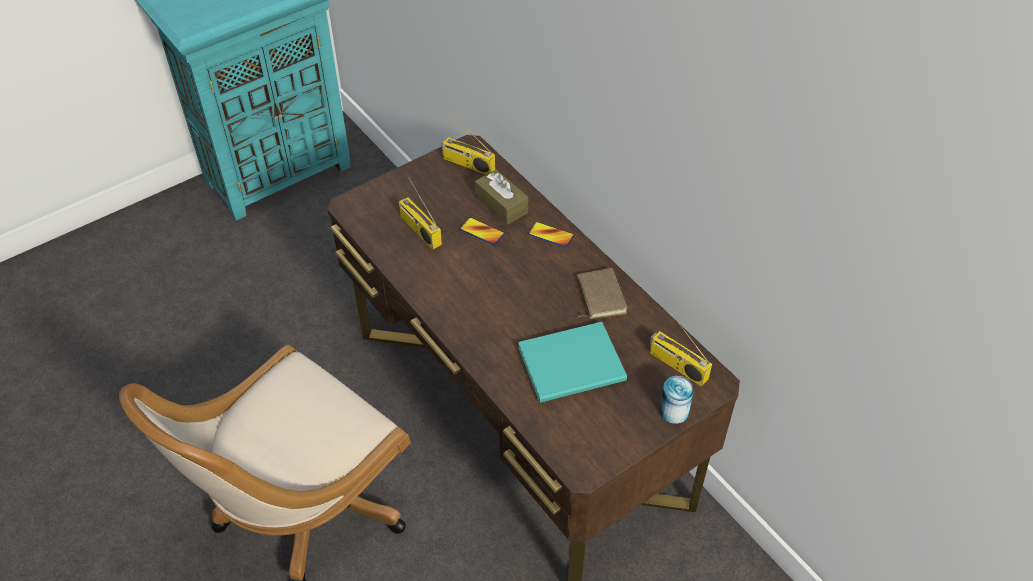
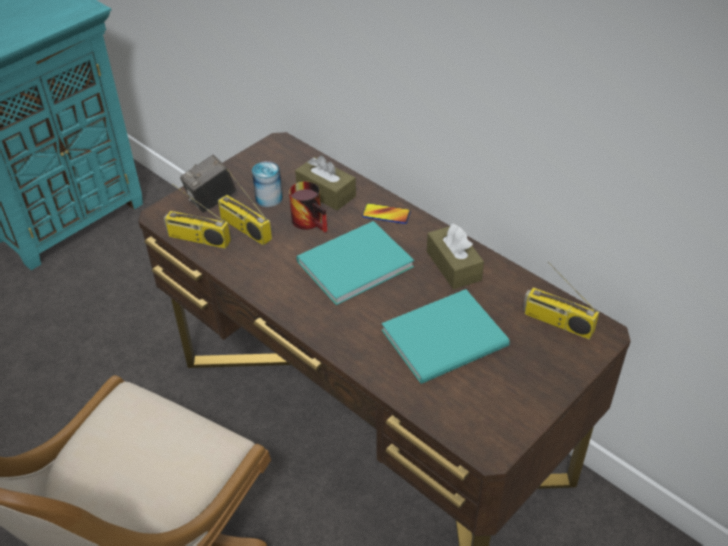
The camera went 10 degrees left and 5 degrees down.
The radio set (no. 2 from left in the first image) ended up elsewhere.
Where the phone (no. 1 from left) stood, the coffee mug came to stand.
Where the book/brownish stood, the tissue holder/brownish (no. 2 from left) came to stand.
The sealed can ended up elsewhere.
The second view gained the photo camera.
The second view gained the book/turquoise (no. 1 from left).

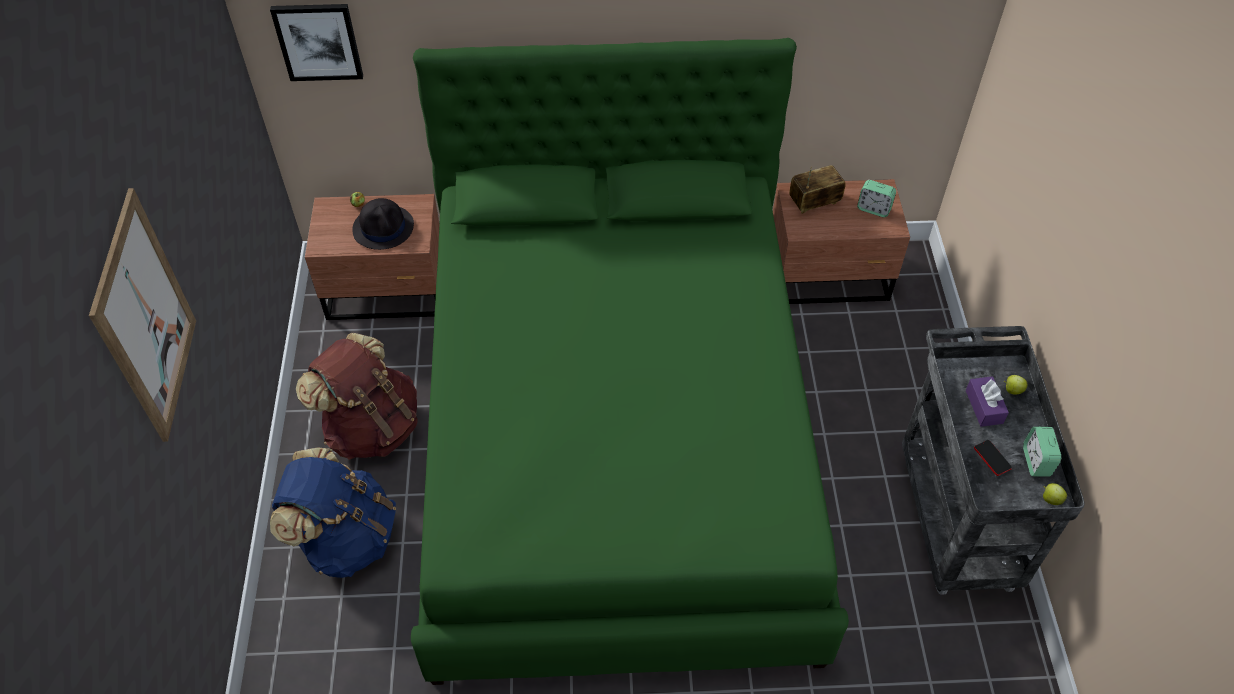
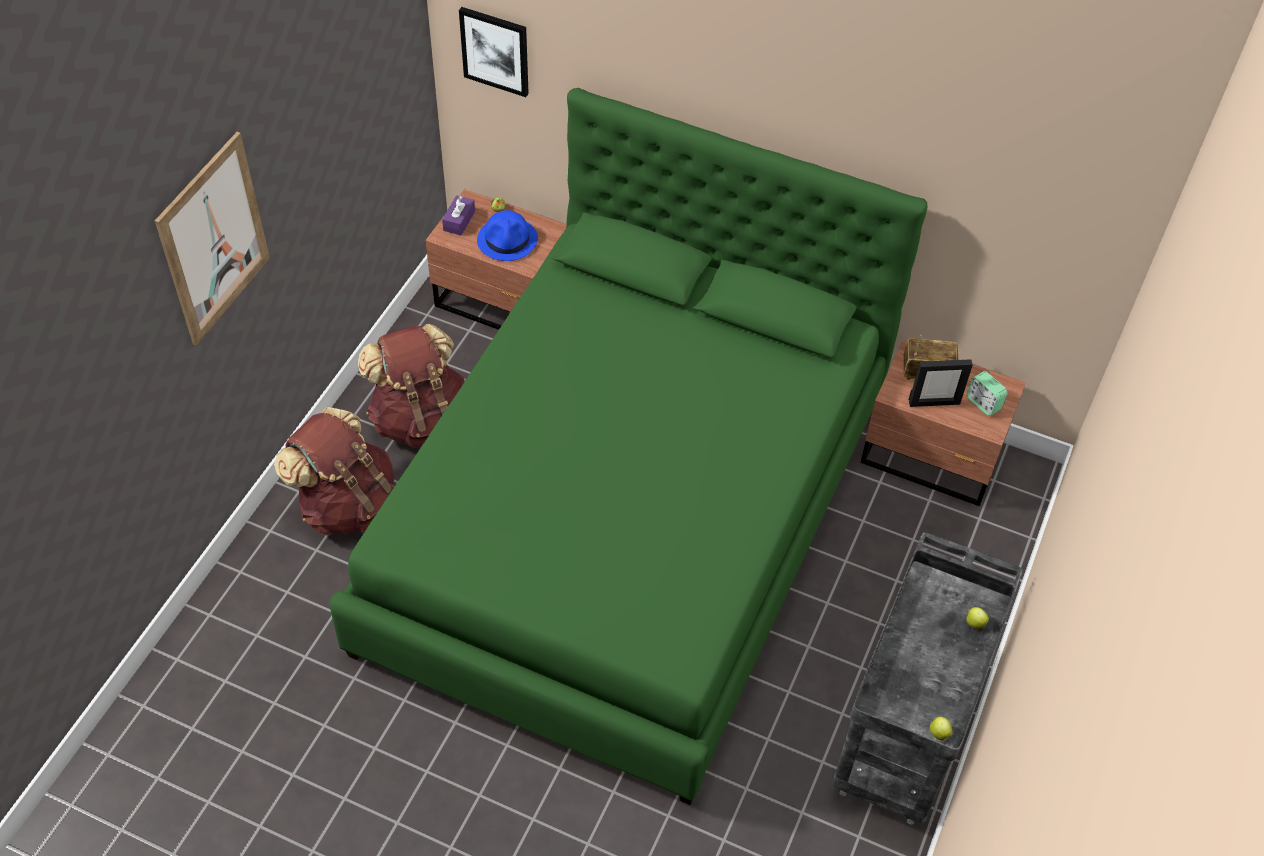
The camera went 25 degrees right and 0 degrees up.
What was the knapsack/bluish turned into the knapsack/brownish (no. 1 from left).
What was the hat/black turned into the hat/bluish.
The tissue holder/purplish ended up elsewhere.
The second view lost the phone.
The second view lost the alarm clock (no. 2 from left).
The second view gained the standing frame.

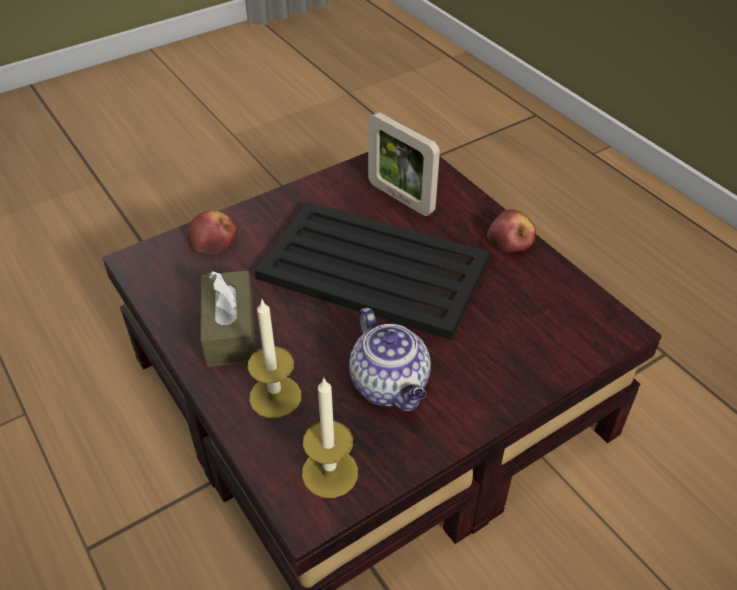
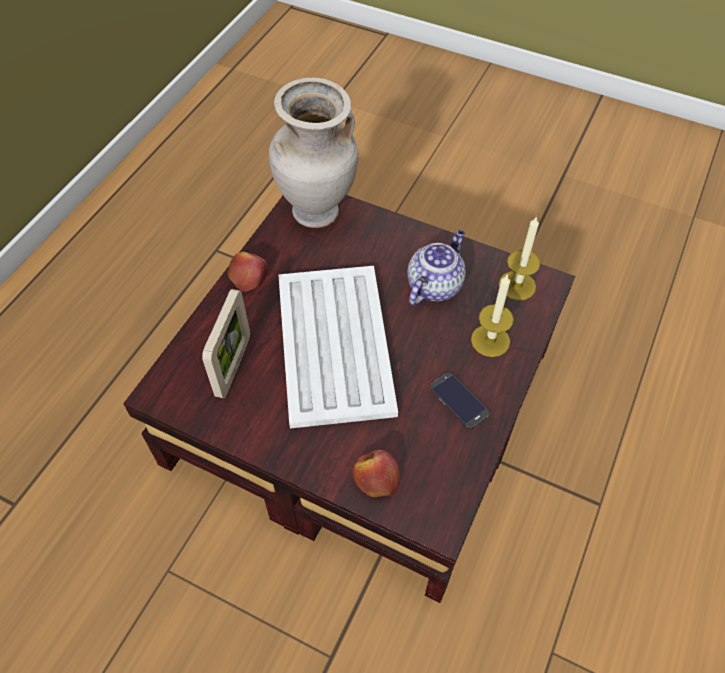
The camera went 120 degrees left and 10 degrees up.
Where the tissue holder/brownish stood, the phone came to stand.
What was the carrying tray/black turned into the carrying tray/whitish.
The second view gained the decorative vase/beige.

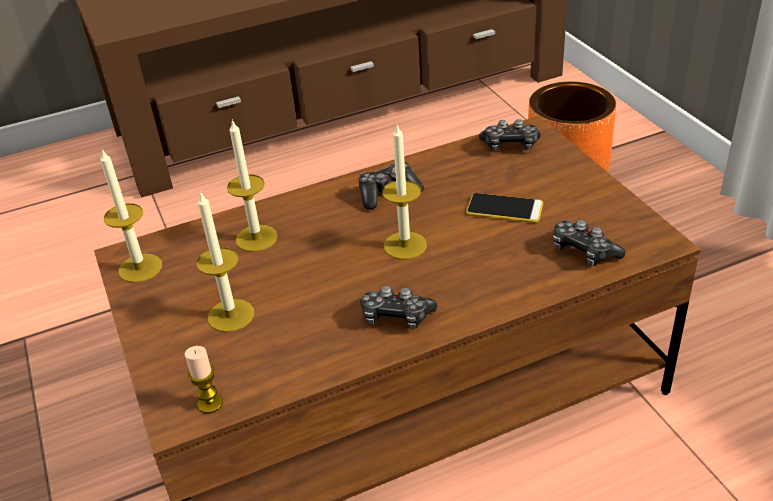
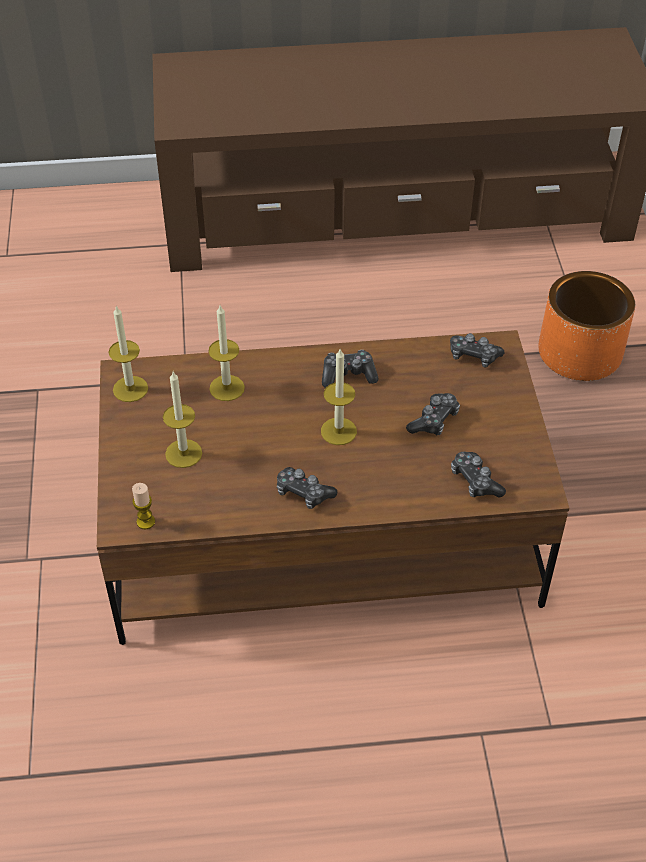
The camera went 15 degrees right and 10 degrees up.
Where the phone stood, the gamepad (no. 3 from left) came to stand.

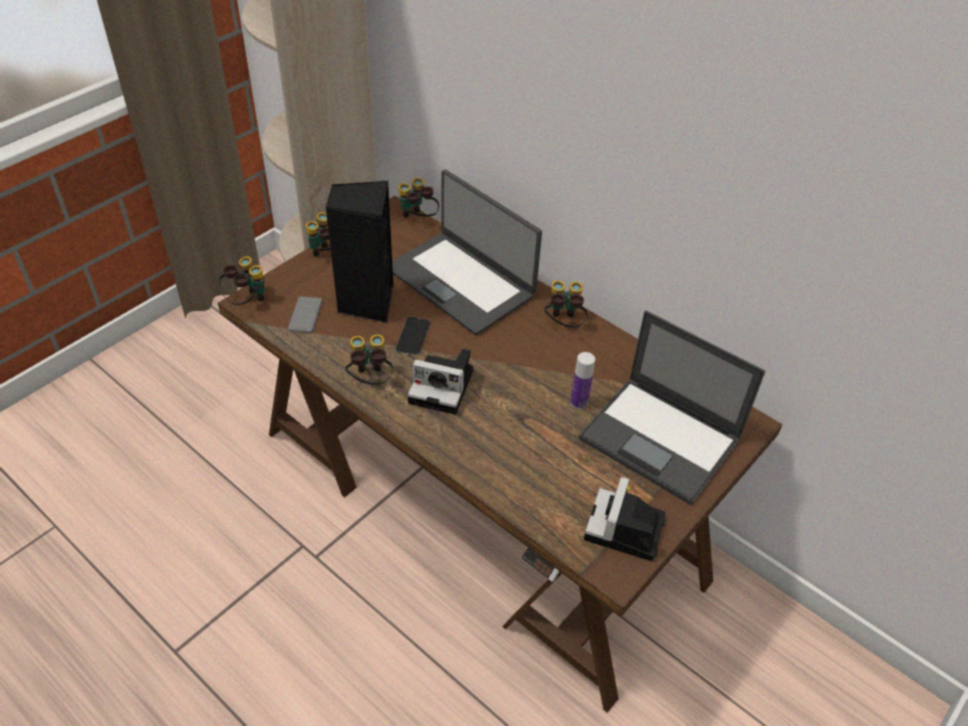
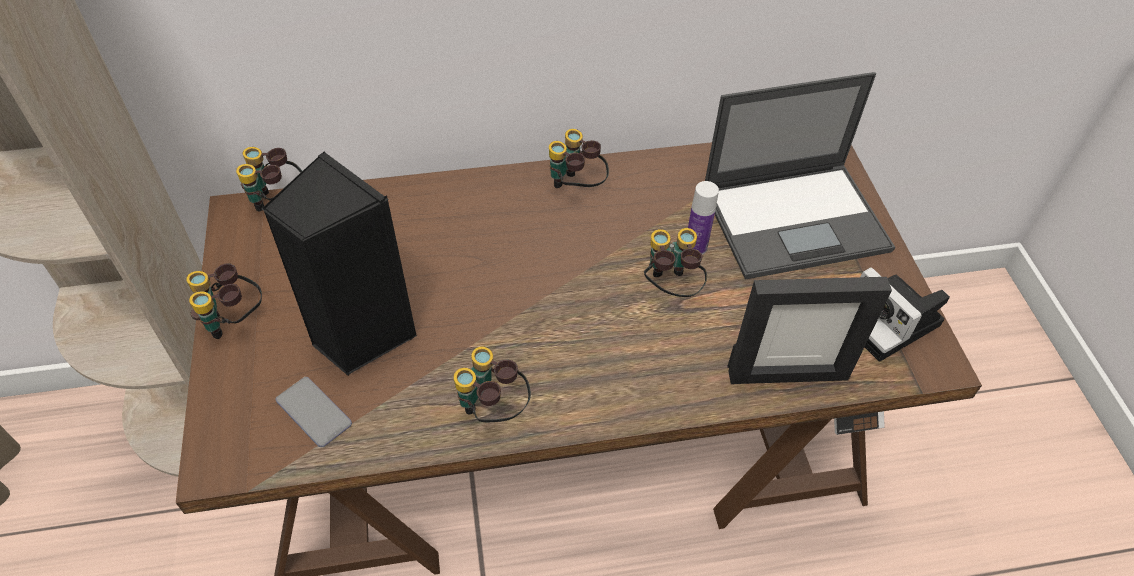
The camera went 50 degrees left and 5 degrees up.
The binoculars (no. 1 from left in the first image) ended up elsewhere.
The second view lost the portable computer (no. 1 from left).
The second view lost the phone (no. 2 from left).
The second view lost the photo camera (no. 1 from left).
The second view gained the standing frame.

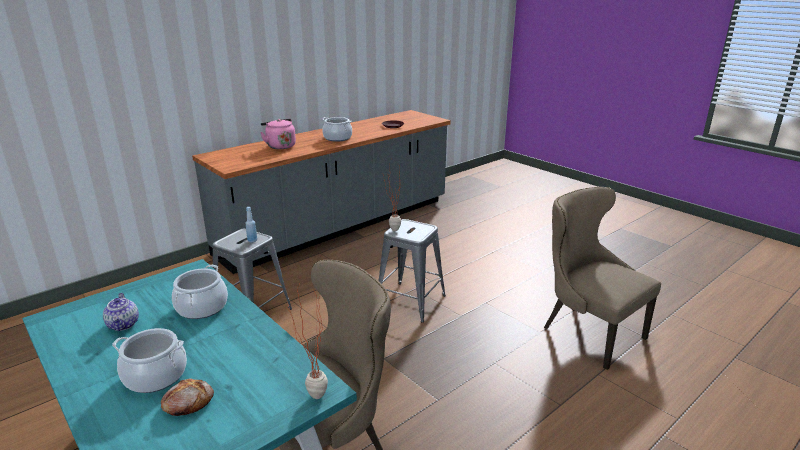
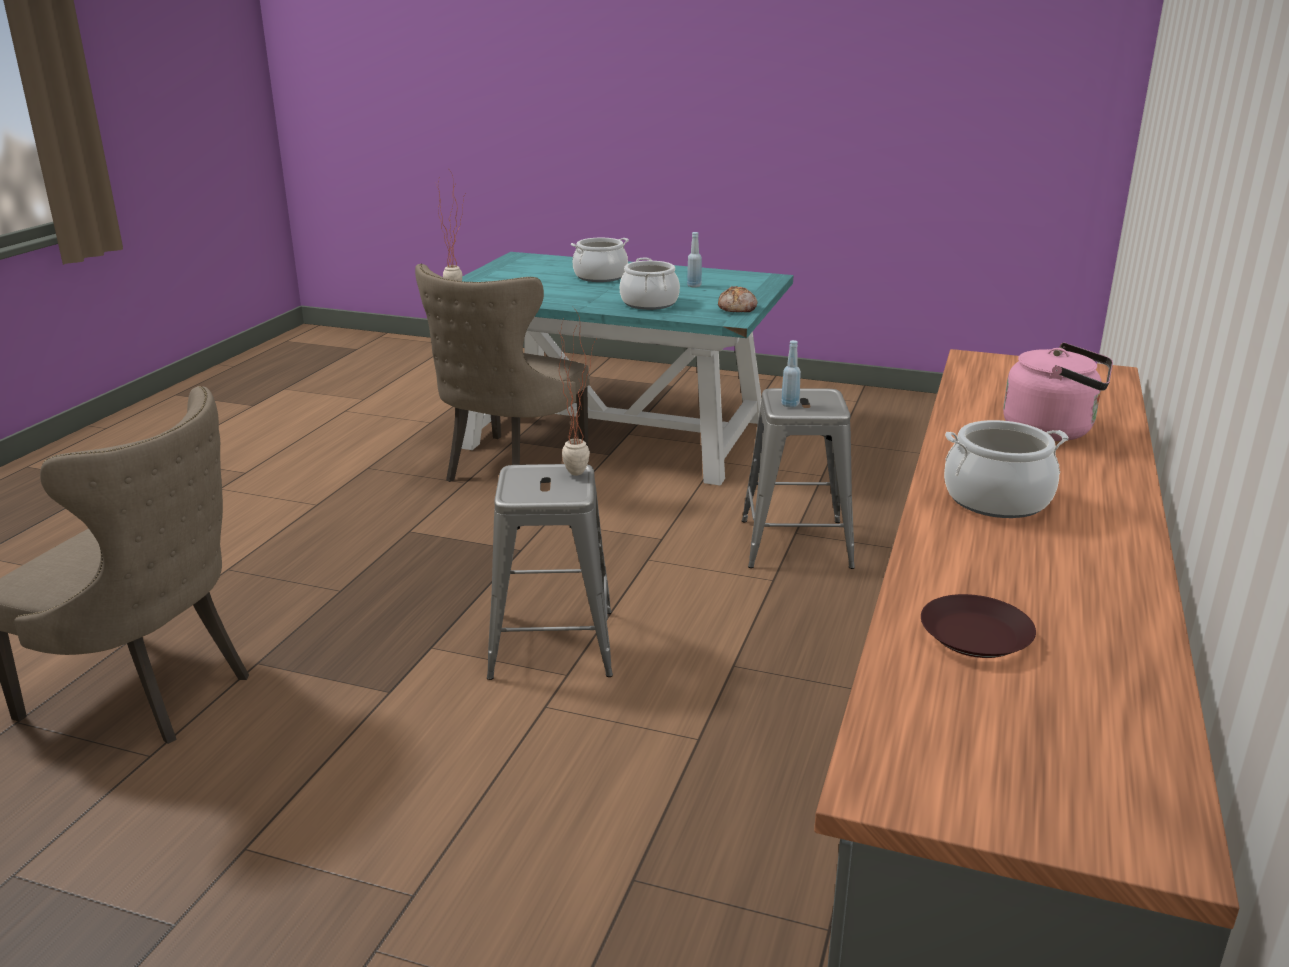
The camera went 150 degrees right and 0 degrees up.
Where the teapot stood, the bottle/bluish (no. 1 from left) came to stand.
The baked bread ended up elsewhere.

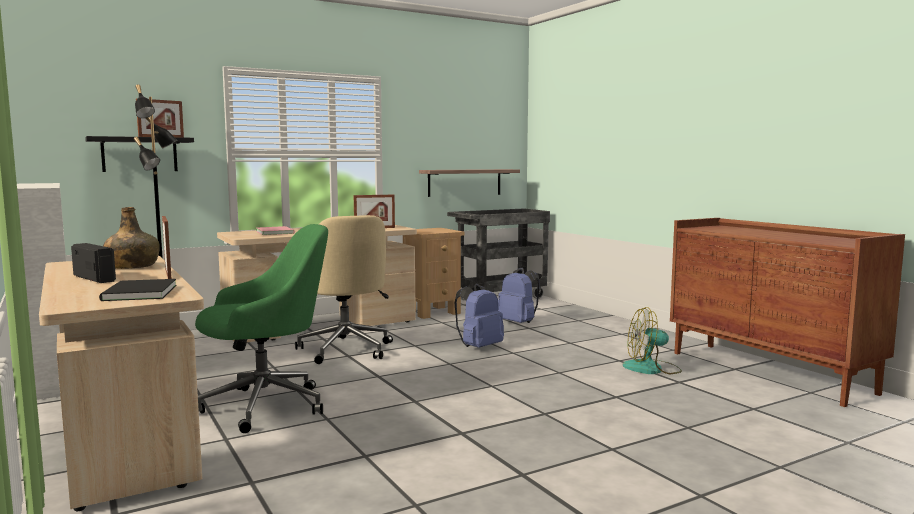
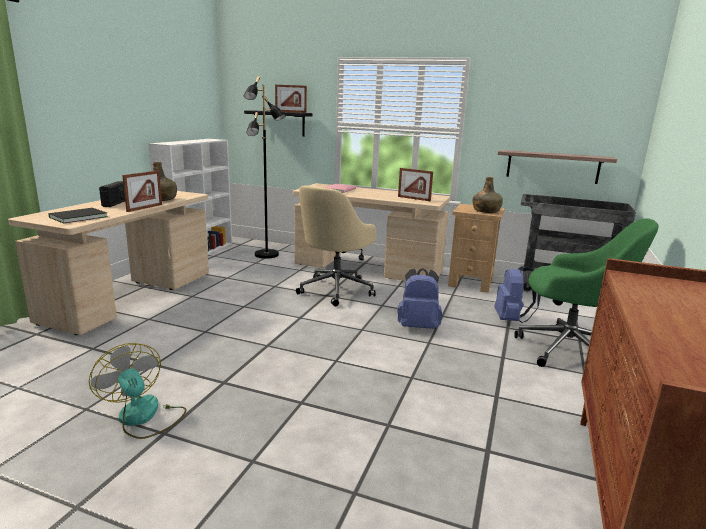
The camera went 50 degrees right and 10 degrees up.
The computer chair/green-coloured ended up elsewhere.
The cooling fan ended up elsewhere.
The second view gained the bottle/green-coloured (no. 2 from left).

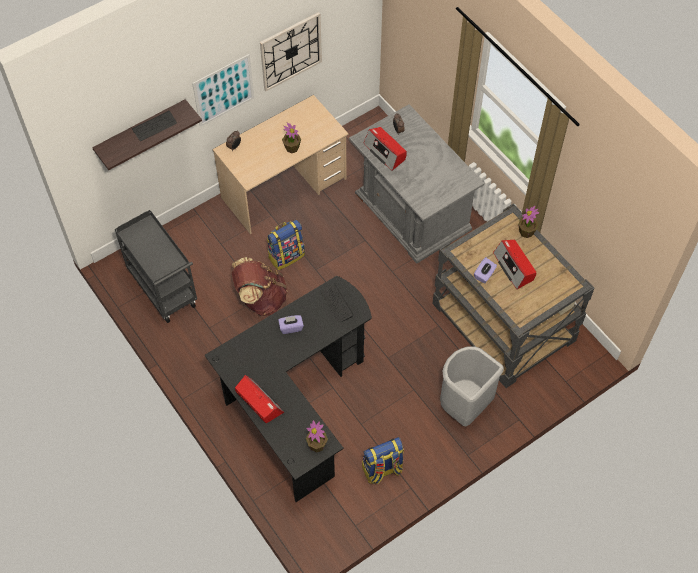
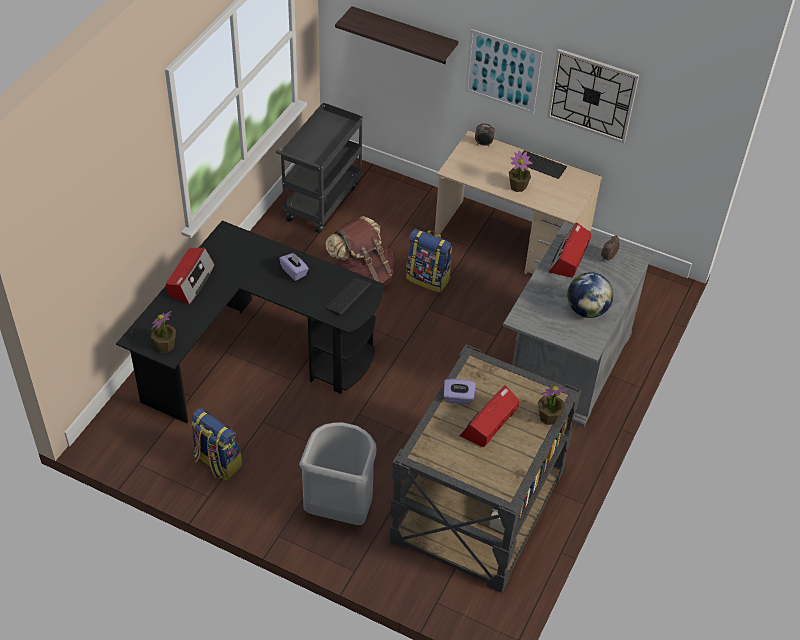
The camera went 60 degrees right and 10 degrees down.
The PC keyboard (no. 1 from left in the first image) ended up elsewhere.
The second view gained the world globe.

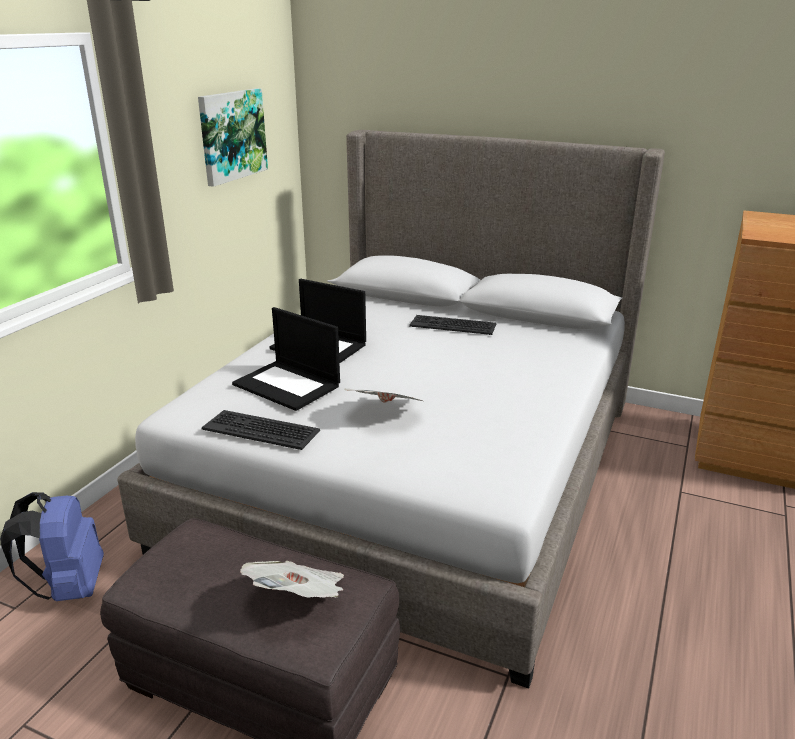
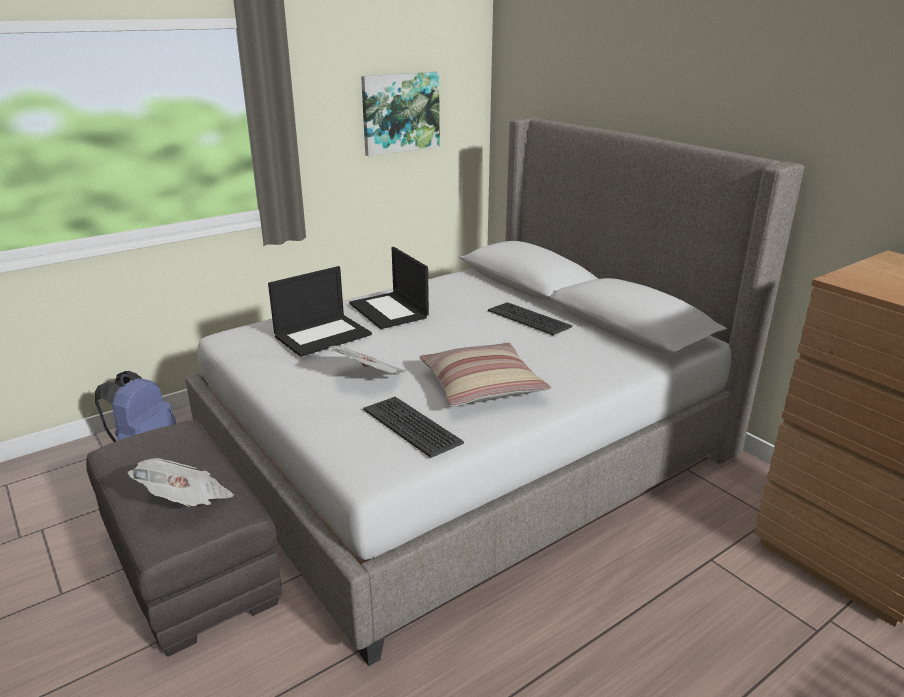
The camera went 30 degrees right and 0 degrees up.
The PC keyboard (no. 1 from left) ended up elsewhere.
The portable computer (no. 1 from left) ended up facing another way, 105 degrees counterclockwise from before.
The second view gained the cushion.

